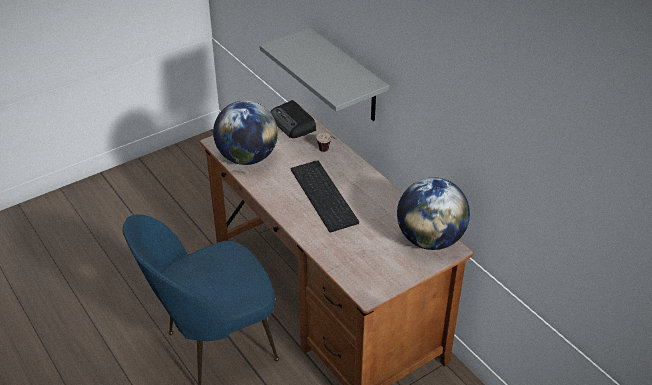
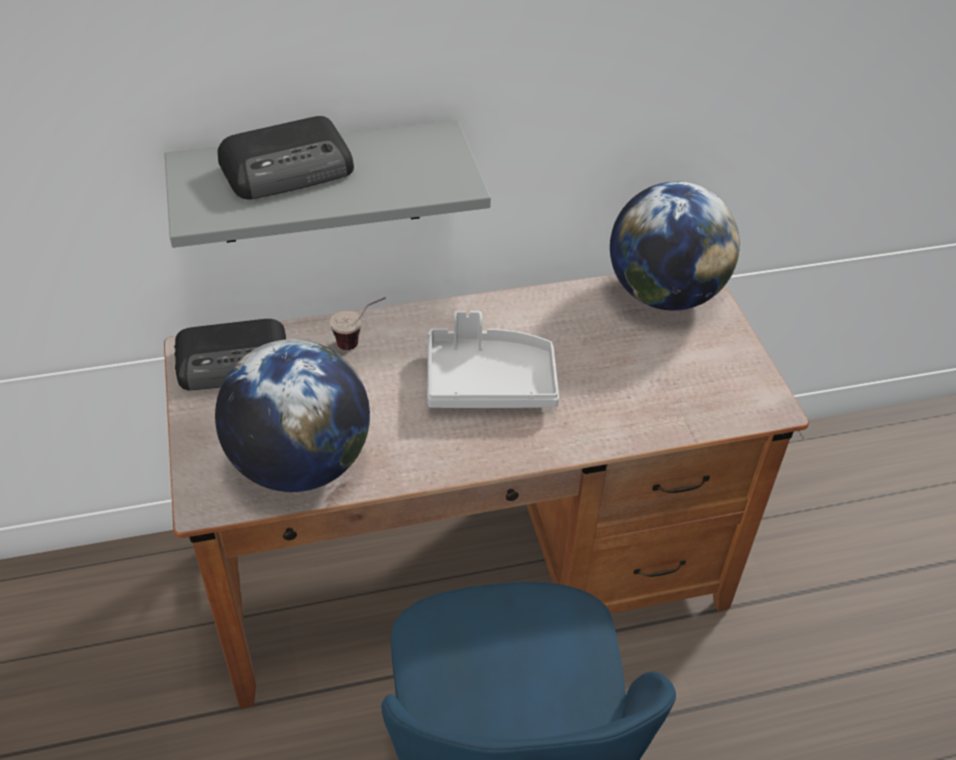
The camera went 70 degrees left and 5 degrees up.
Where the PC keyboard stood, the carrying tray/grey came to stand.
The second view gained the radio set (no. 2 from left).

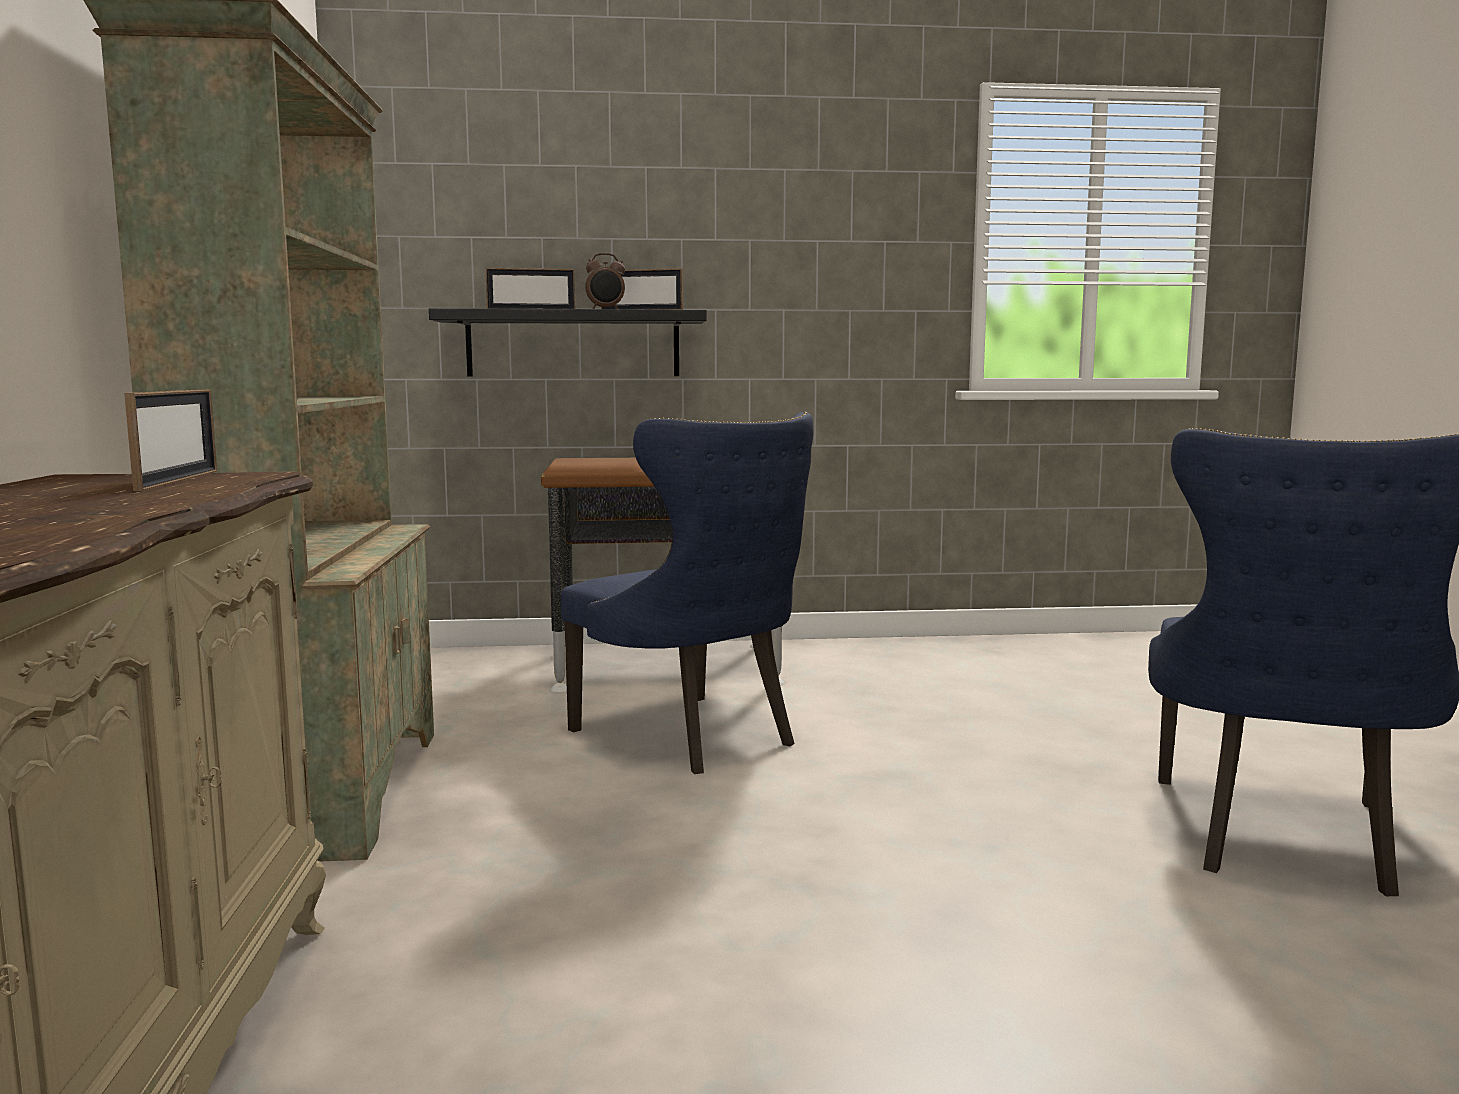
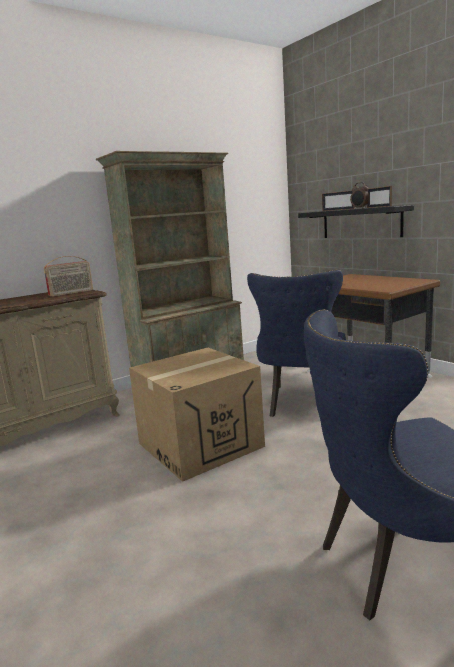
The camera went 60 degrees right and 5 degrees up.
Where the standing frame (no. 1 from left) stood, the radio set came to stand.
The second view gained the packing box.

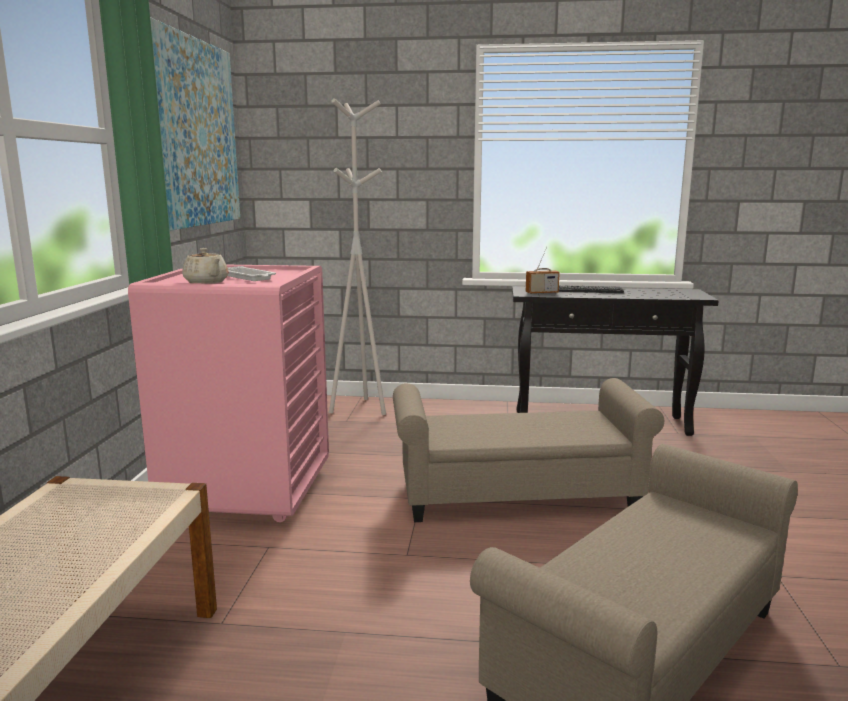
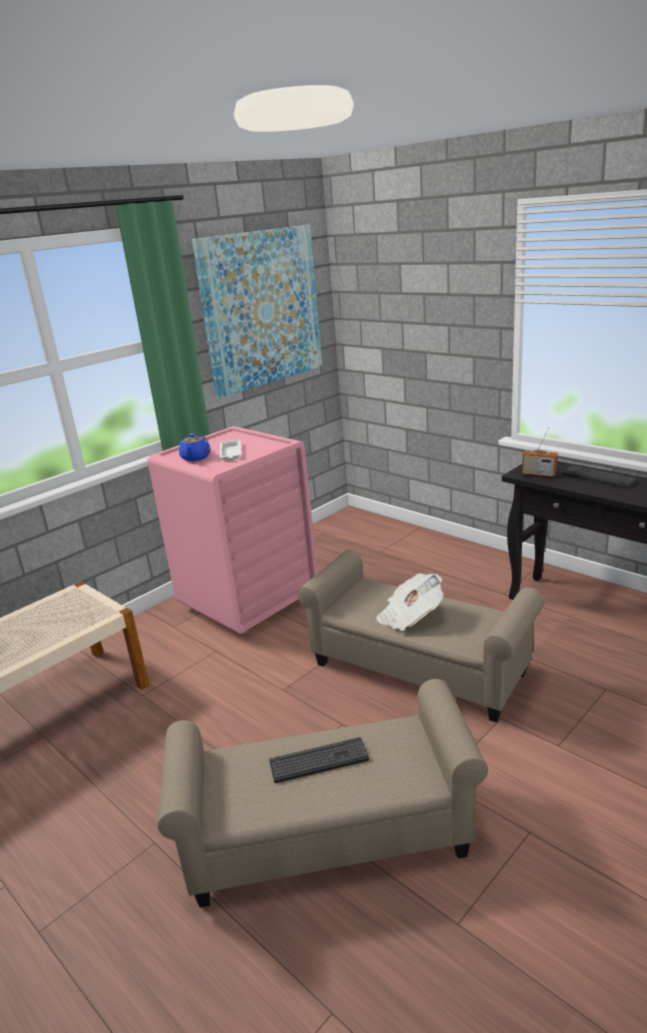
The camera went 40 degrees right and 10 degrees up.
What was the teapot/beige turned into the teapot/bluish.
The second view lost the garment stand/grey.
The second view gained the PC keyboard (no. 1 from left).
The second view gained the printed paper.

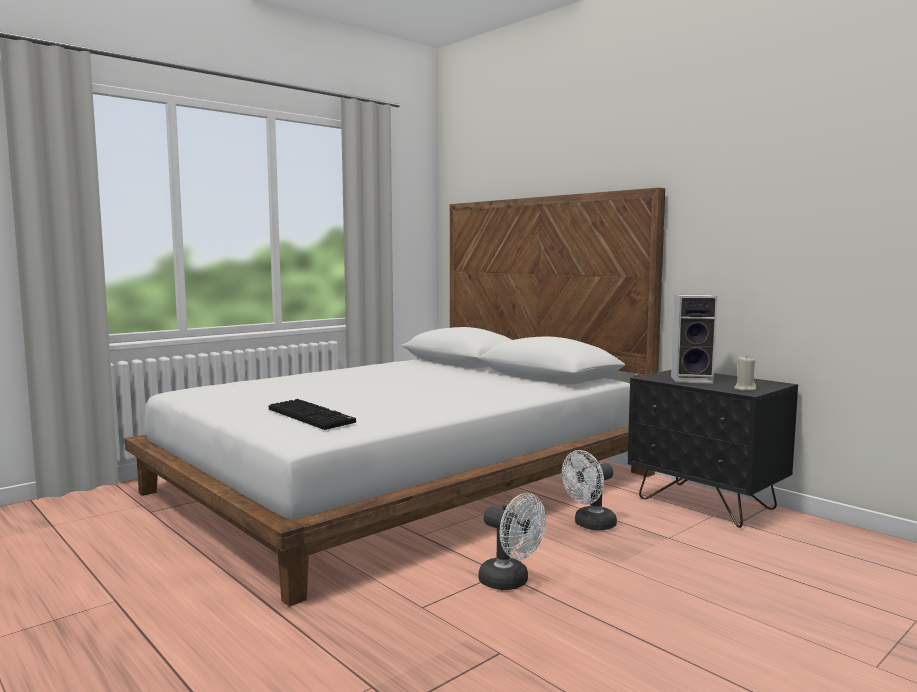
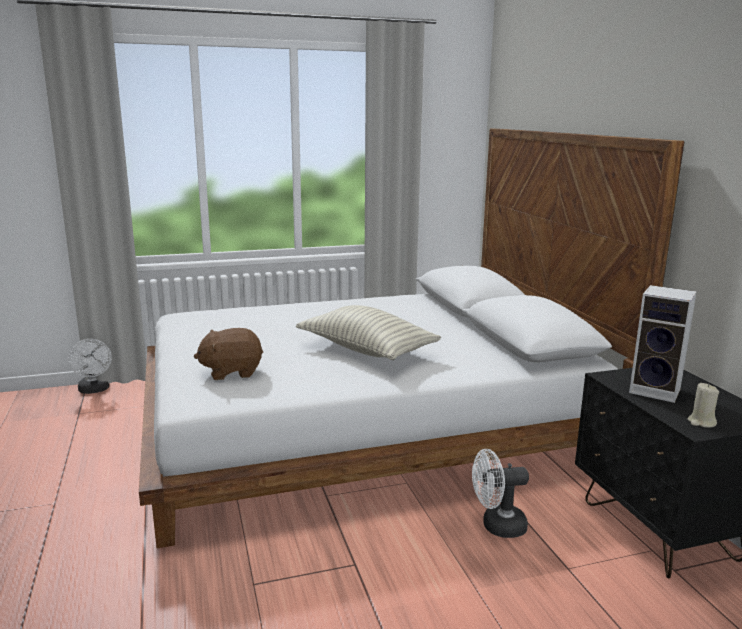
The camera went 25 degrees right and 10 degrees up.
Where the PC keyboard stood, the plush toy/brownish came to stand.
The cooling fan/whitish (no. 1 from left) ended up elsewhere.
The second view gained the cushion.

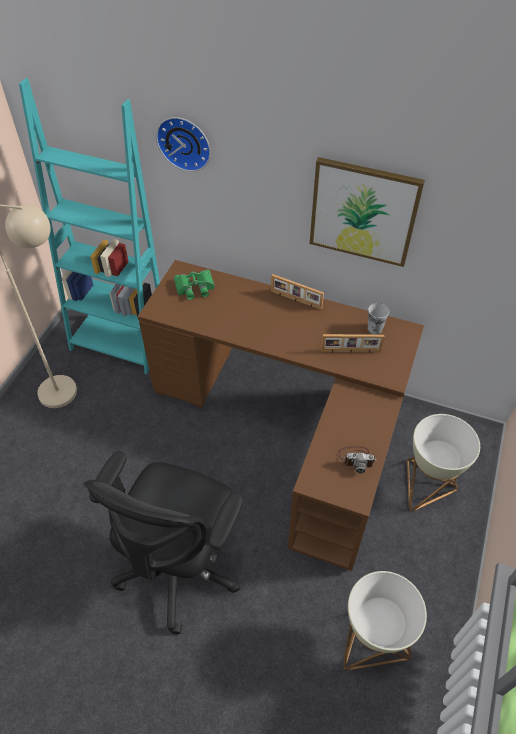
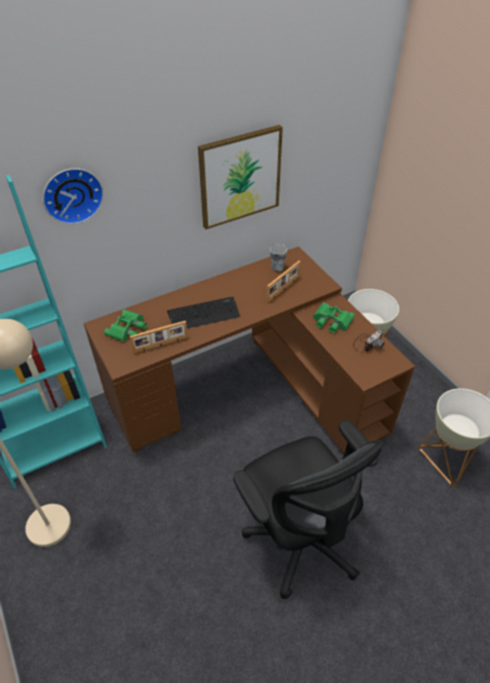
The camera went 50 degrees left and 5 degrees down.
The standing frame (no. 1 from left) ended up elsewhere.
The second view gained the PC keyboard.
The second view gained the binoculars/green-coloured (no. 2 from left).

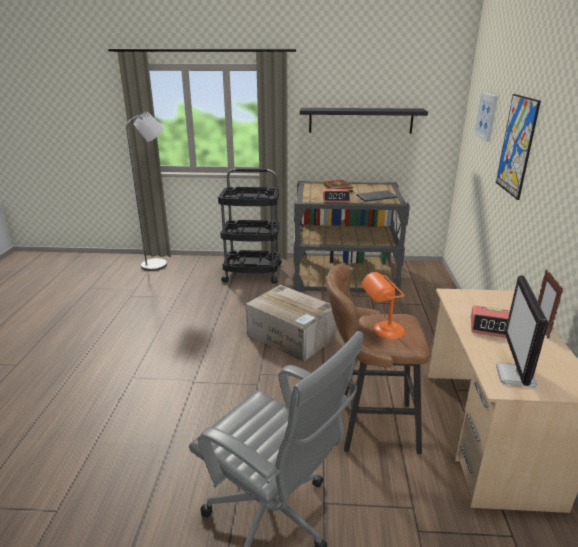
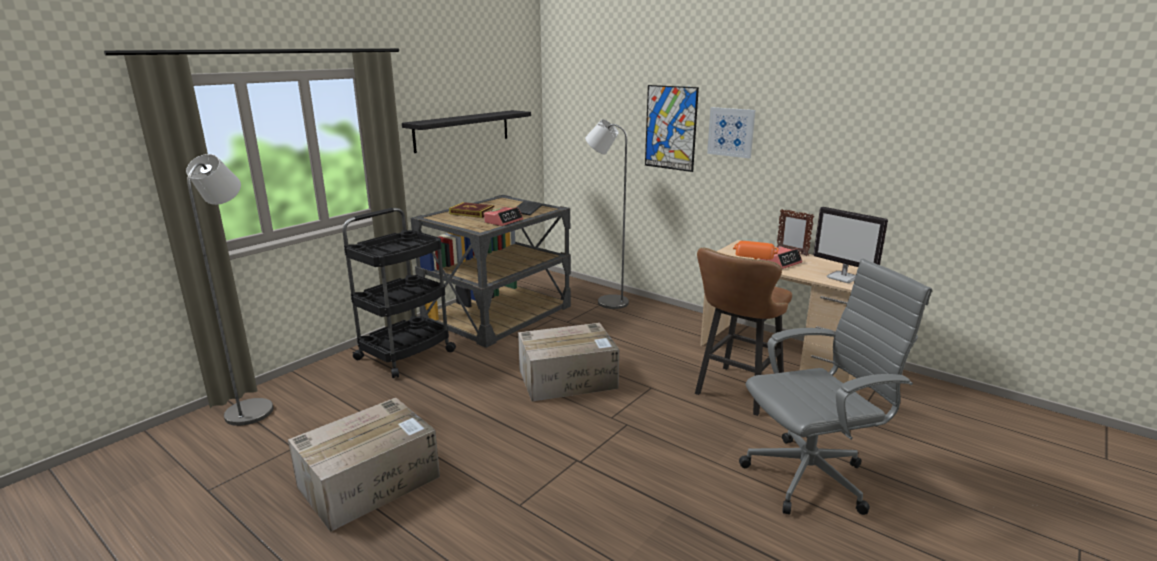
The camera went 55 degrees left and 5 degrees down.
The picture (no. 1 from left in the first image) ended up elsewhere.
The second view gained the packing box (no. 1 from left).
The second view gained the standing lamp/grey (no. 2 from left).

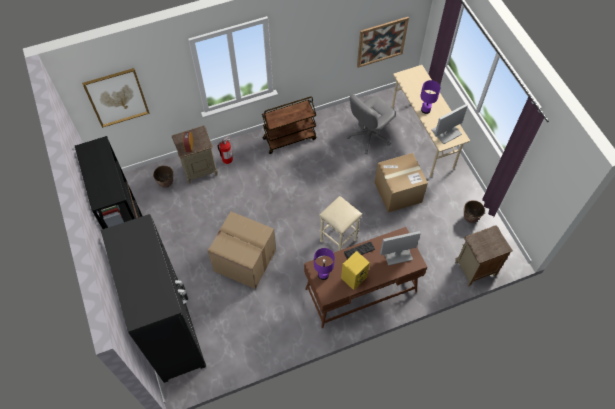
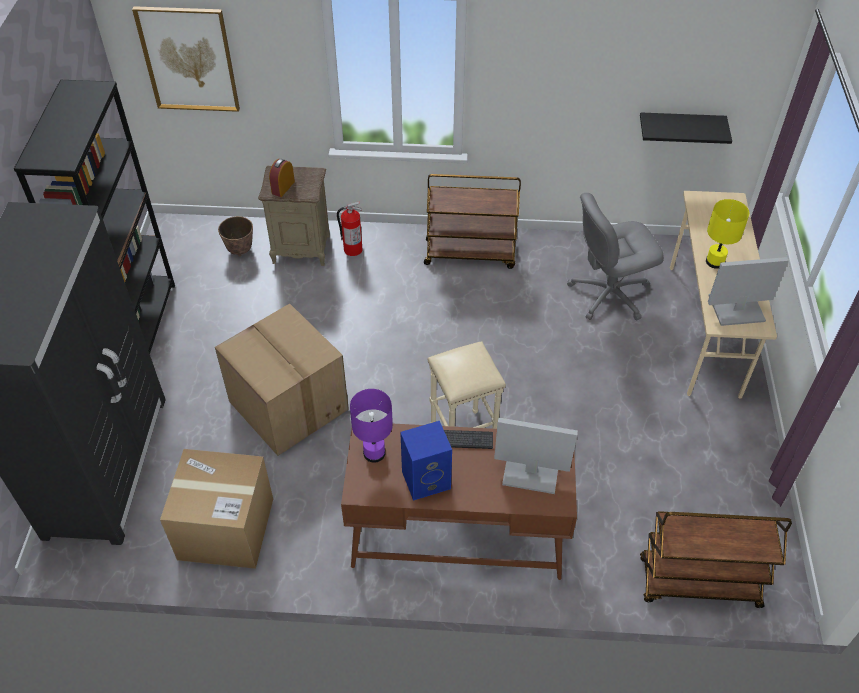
The camera went 25 degrees right and 10 degrees down.
What was the audio speaker/yellowish turned into the audio speaker/bluish.
Where the picture (no. 2 from left) hung, the bracket shelf/black came to hang.
The packing box (no. 2 from left in the first image) ended up elsewhere.
What was the tabletop lamp/purplish (no. 2 from left) turned into the tabletop lamp/yellowish.
Where the night table/beige (no. 2 from left) stood, the trolley/brownish (no. 2 from left) came to stand.
The second view lost the plant pot (no. 2 from left).

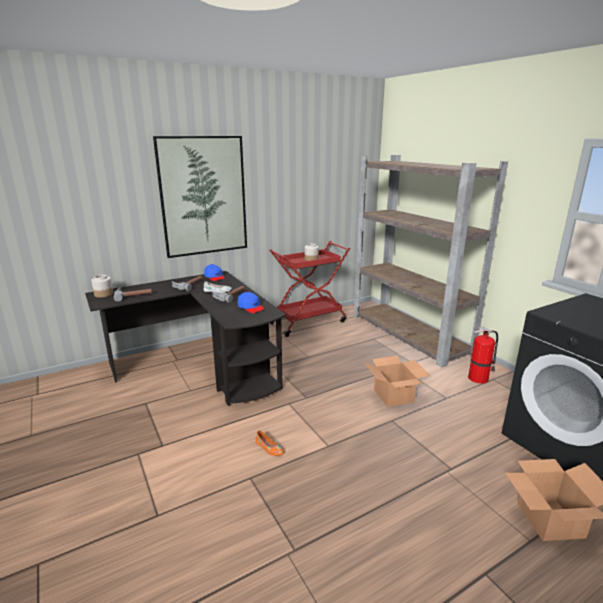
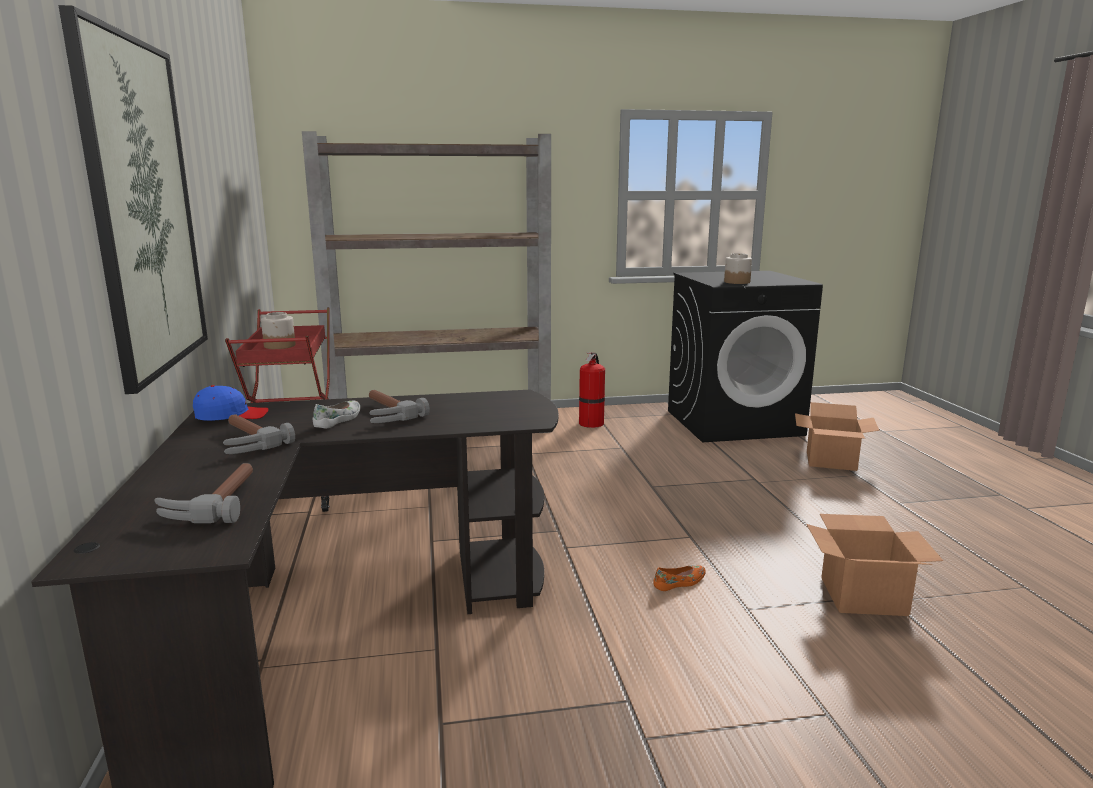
The camera went 70 degrees left and 5 degrees down.
The storage jar (no. 1 from left in the first image) ended up elsewhere.
The second view lost the baseball cap/bluish (no. 2 from left).
The packing box (no. 1 from left in the first image) ended up elsewhere.

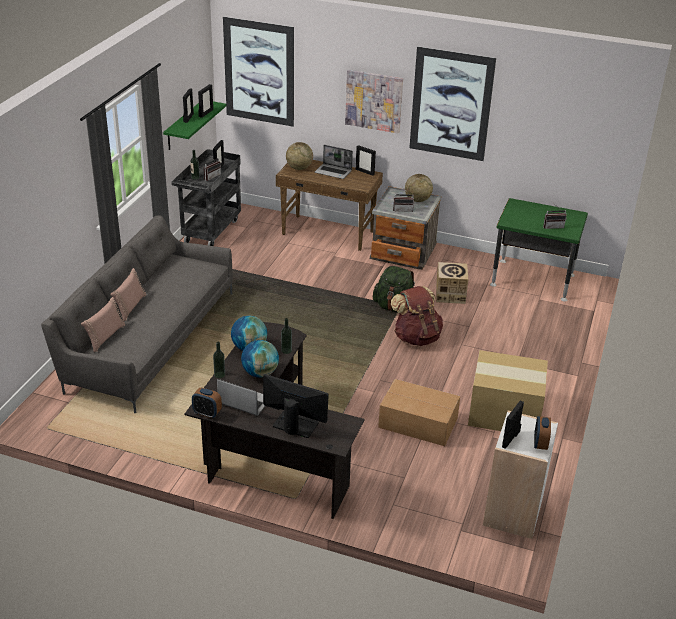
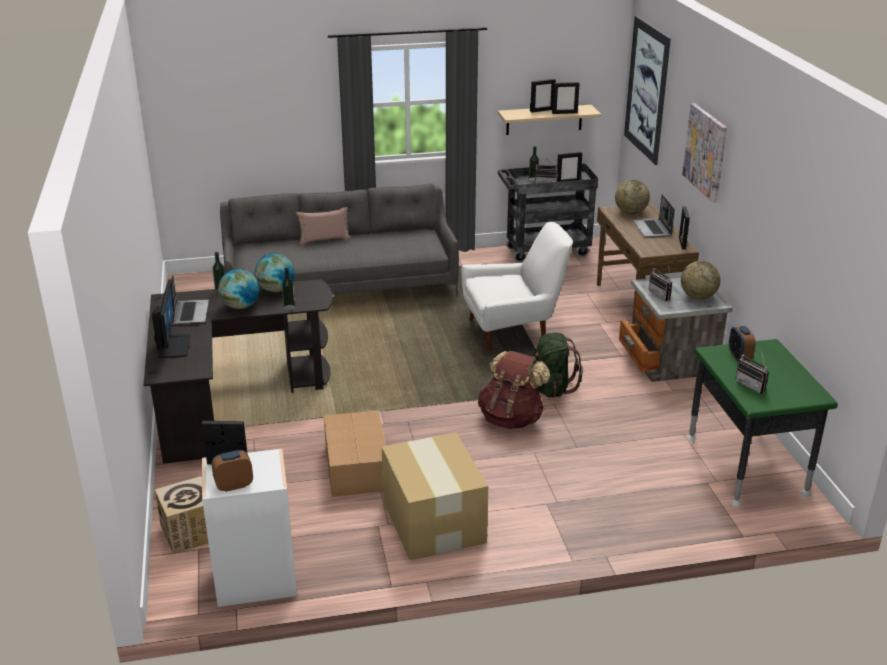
The camera went 60 degrees right and 5 degrees down.
The second view lost the cushion/beige (no. 1 from left).
What was the bracket shelf/green-coloured turned into the bracket shelf/beige.
The alarm clock (no. 1 from left in the first image) ended up elsewhere.
The second view lost the picture (no. 3 from left).
The packing box (no. 2 from left in the first image) ended up elsewhere.
The second view gained the easy chair/whitish.

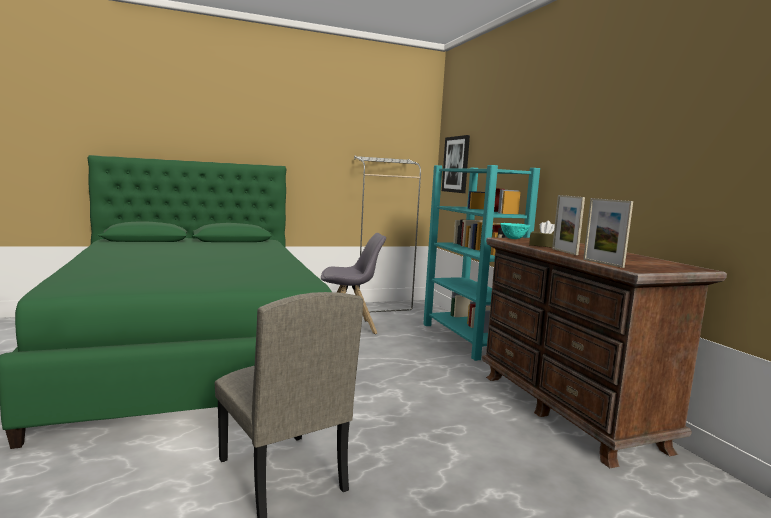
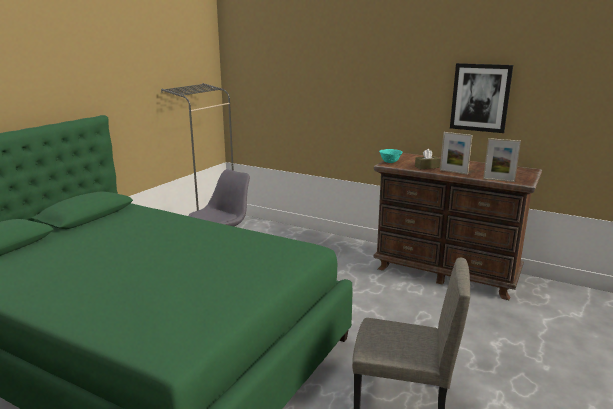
The camera went 40 degrees left and 10 degrees up.
The second view lost the shelving unit/turquoise.
The picture ended up elsewhere.

